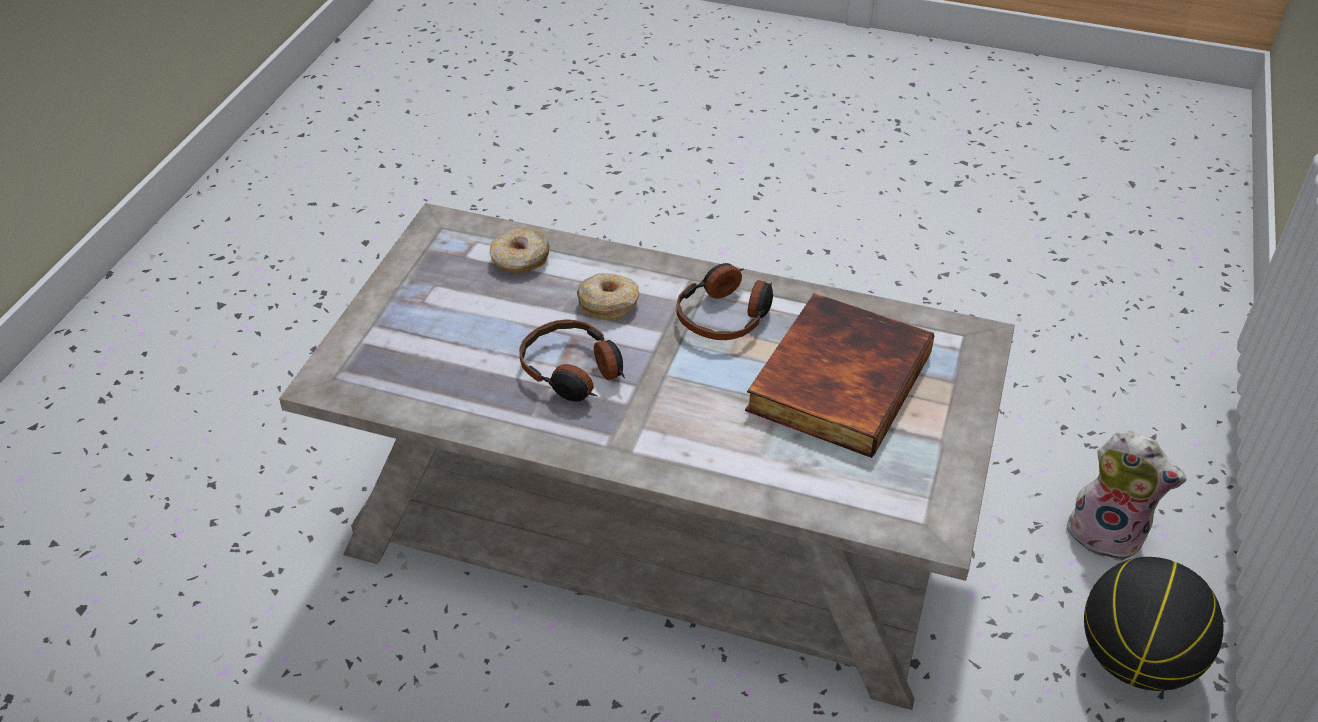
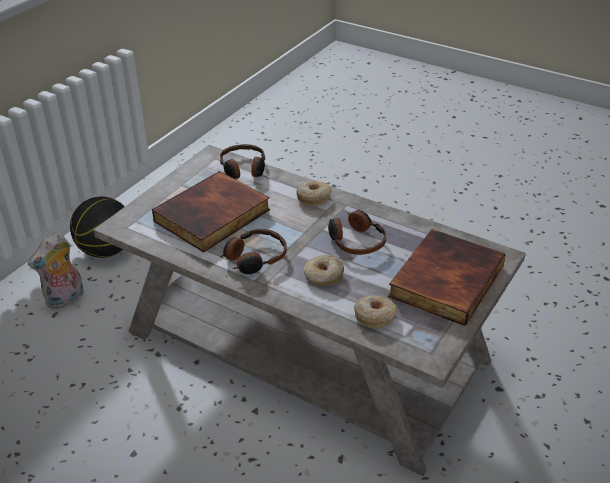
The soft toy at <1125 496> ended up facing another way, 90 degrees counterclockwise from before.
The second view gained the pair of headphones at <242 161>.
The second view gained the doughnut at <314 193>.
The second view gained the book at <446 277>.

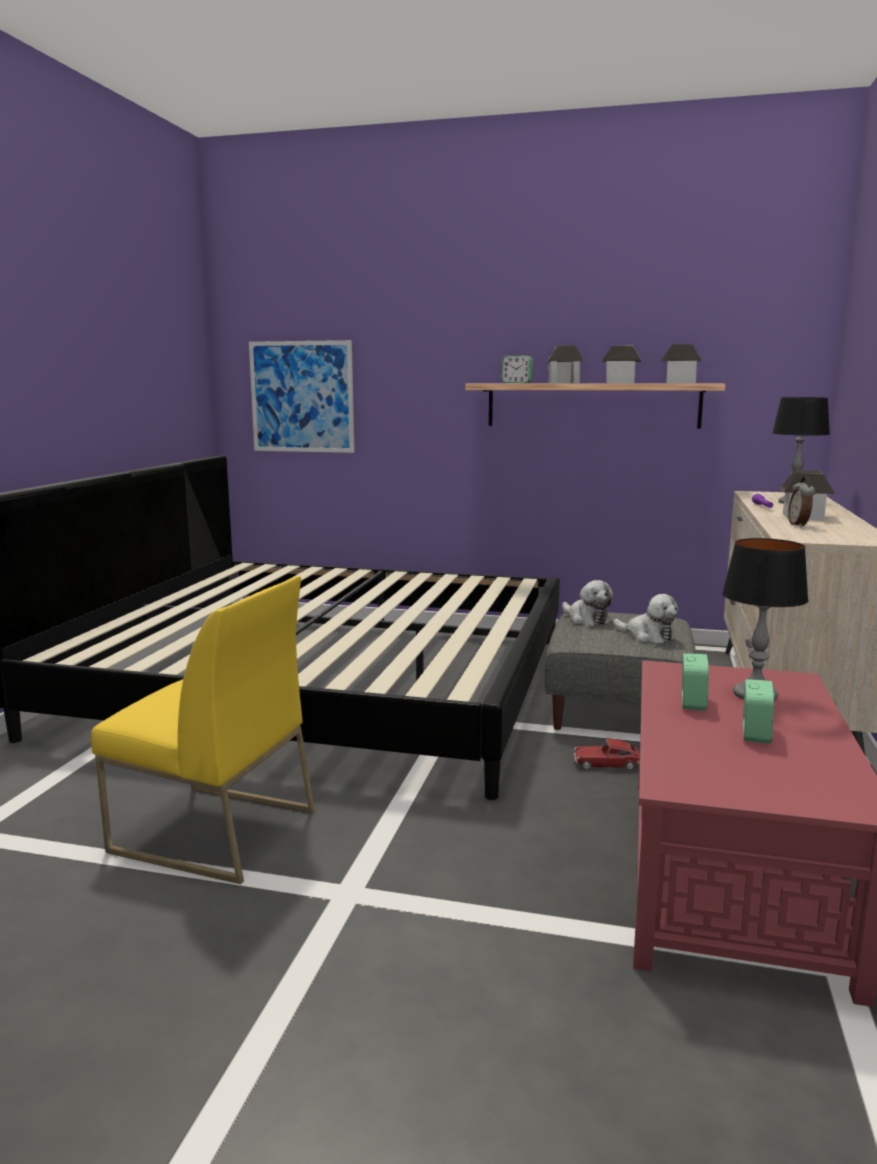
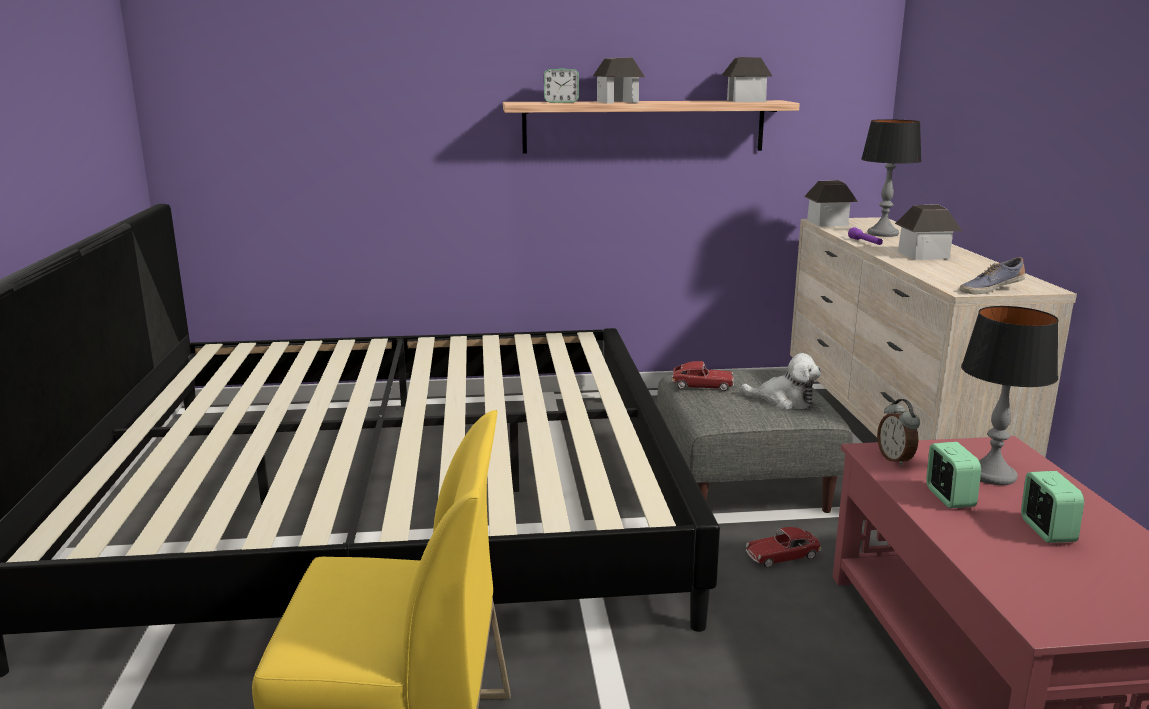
The second view lost the wall picture at <302 396>.
The miniature house ended up elsewhere, having gone from <622 364> to <831 203>.
The bedside clock ended up elsewhere, having gone from <801 502> to <898 432>.
Where the soft toy stood at <587 603>, the miniature car came to stand at <702 376>.
The second view gained the low shoe at <992 275>.

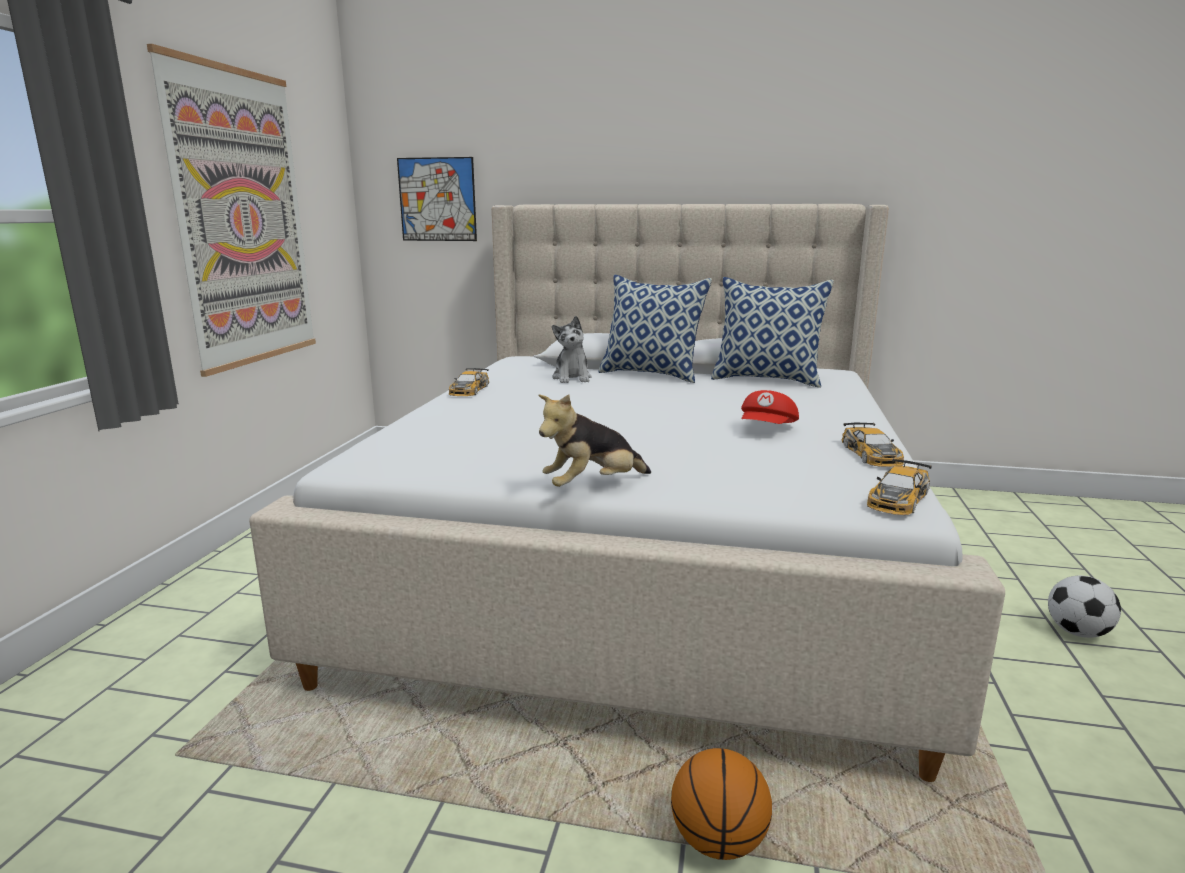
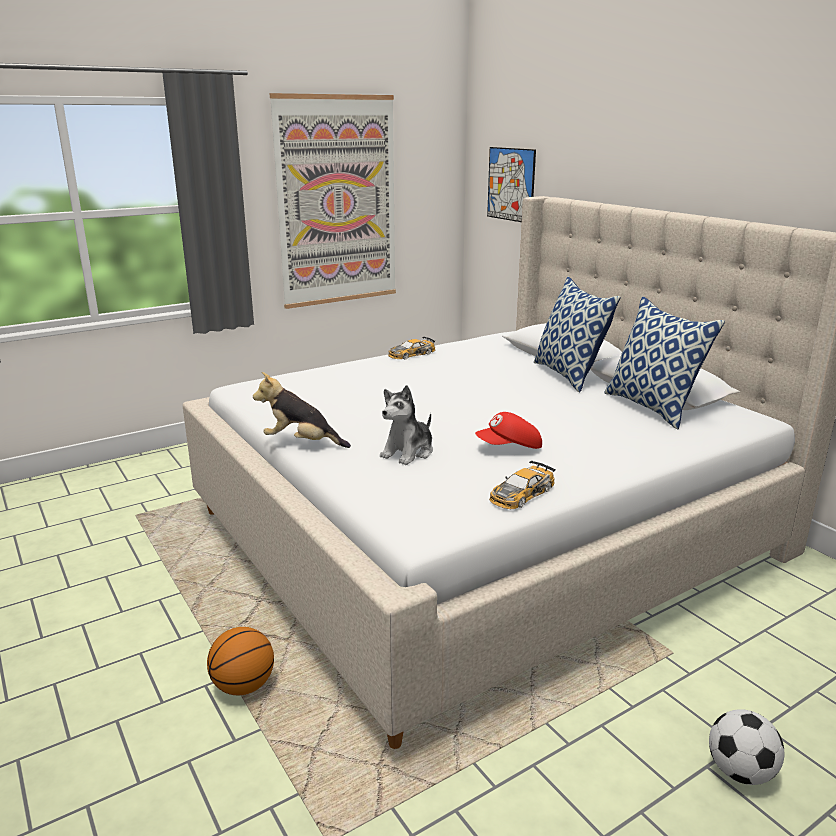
The soft toy ended up elsewhere, having gone from <572 349> to <406 425>.
The second view lost the miniature car at <899 487>.

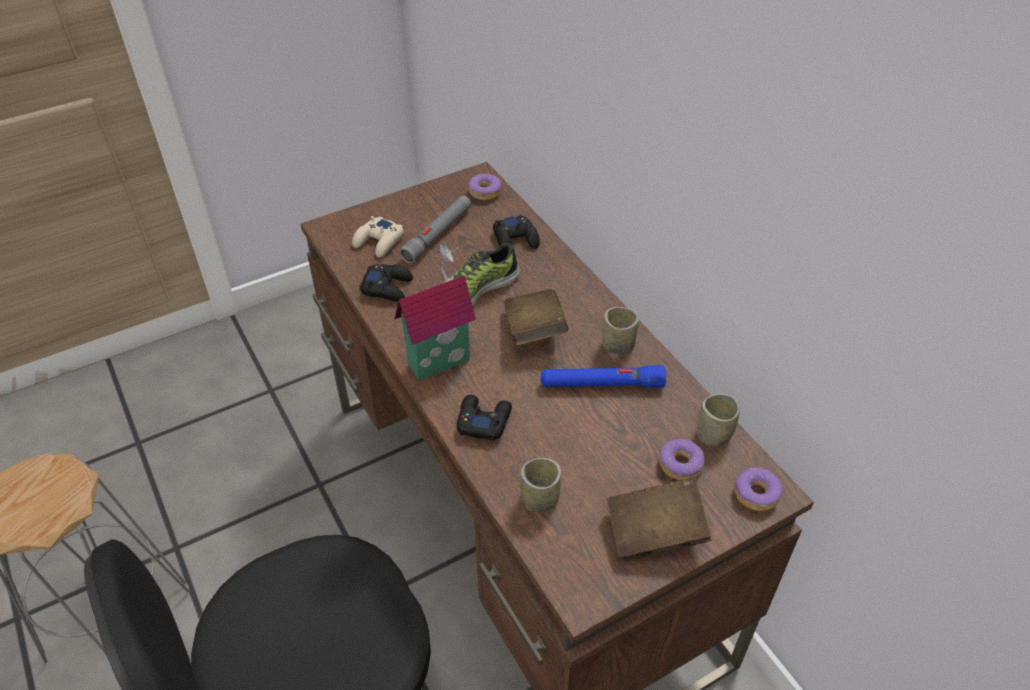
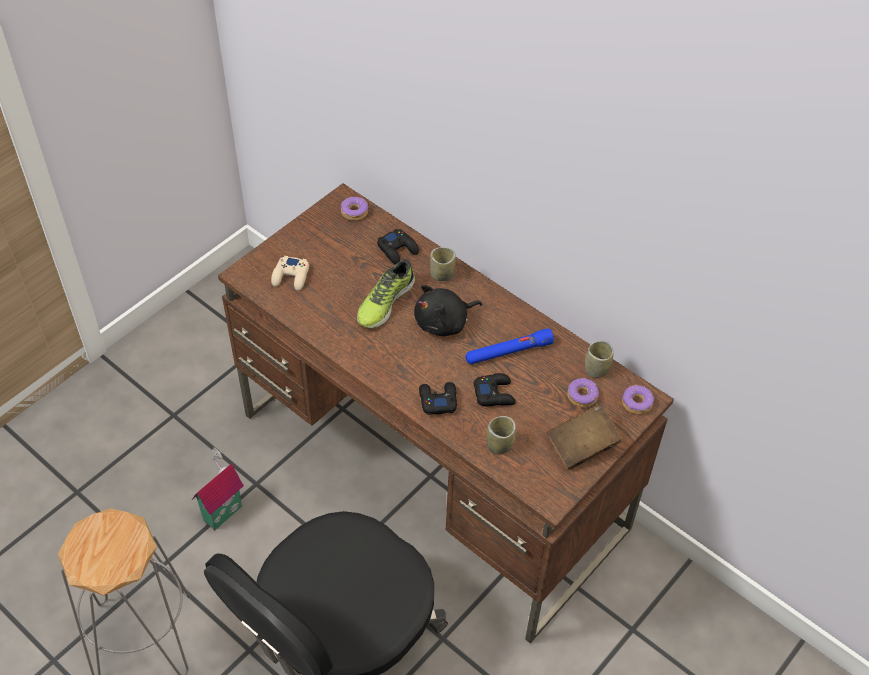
The second view lost the torch (greyish) at <435 230>.
The miniature house ended up elsewhere, having gone from <435 311> to <218 488>.
The gamepad (blackish) ended up elsewhere, having gone from <386 283> to <494 389>.
Where the book (brownish) stood at <536 317>, the soft toy (blackish) came to stand at <448 310>.
The cup ended up elsewhere, having gone from <620 331> to <443 264>.

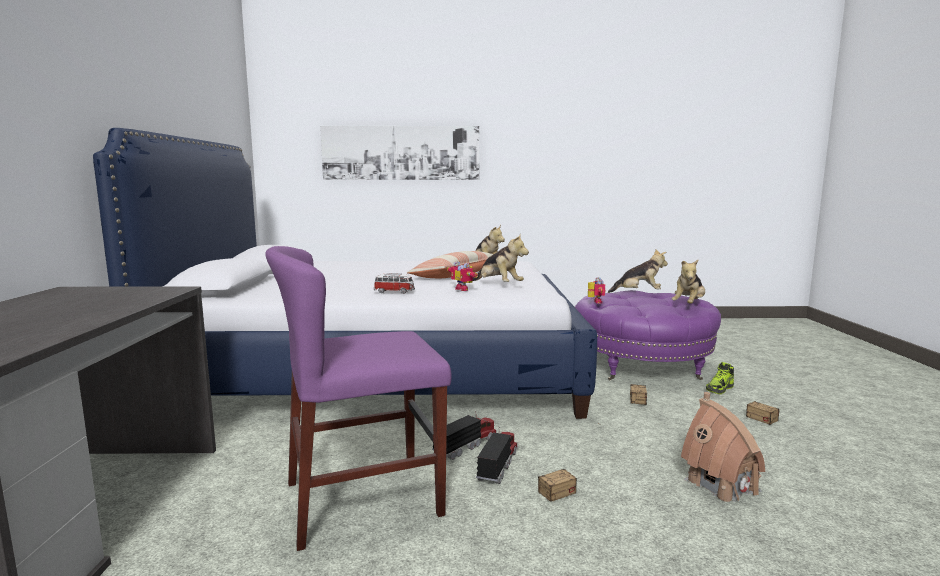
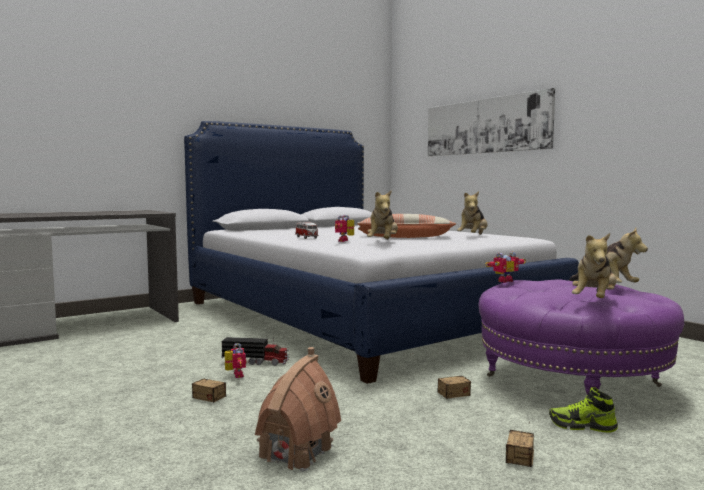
The second view lost the plain chair (purplish) at <358 398>.
The soft toy at <688 282> ended up facing another way, 60 degrees counterclockwise from before.
Where the model truck stood at <497 455>, the toy robot came to stand at <235 360>.

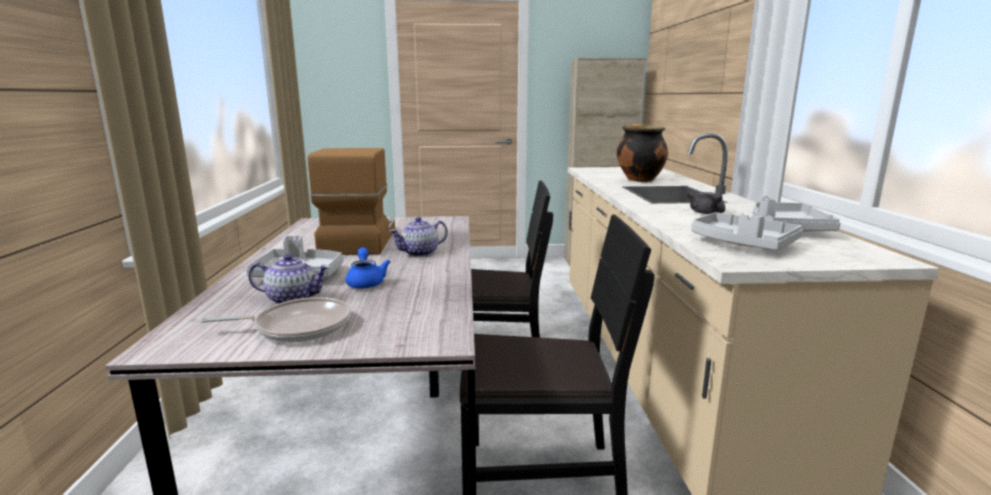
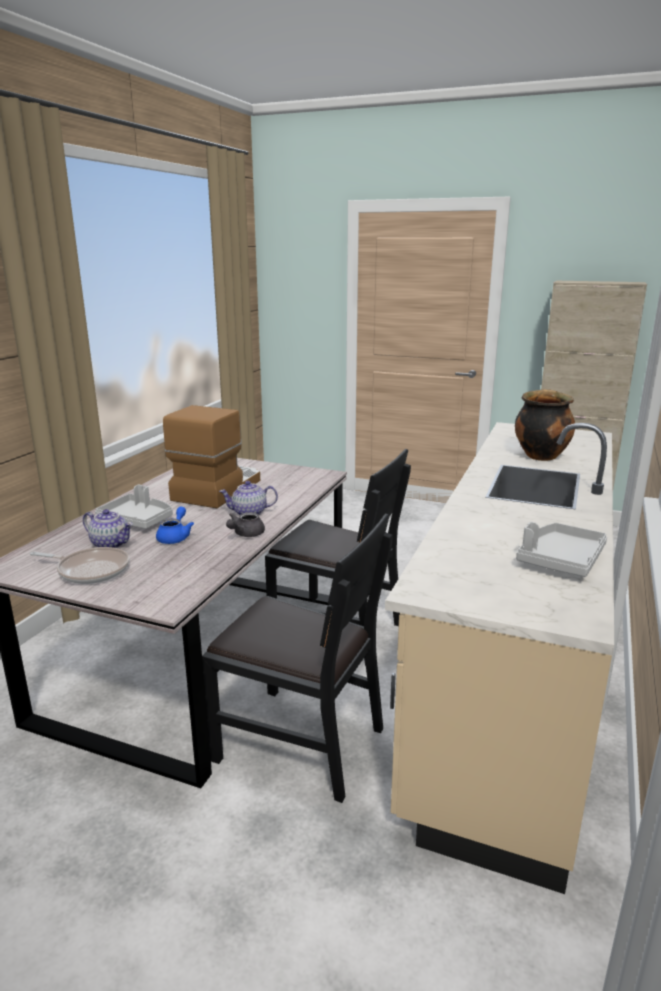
The pot for tea (greyish) ended up elsewhere, having gone from <706 203> to <245 524>.
The second view lost the carrying tray (greyish) at <747 231>.

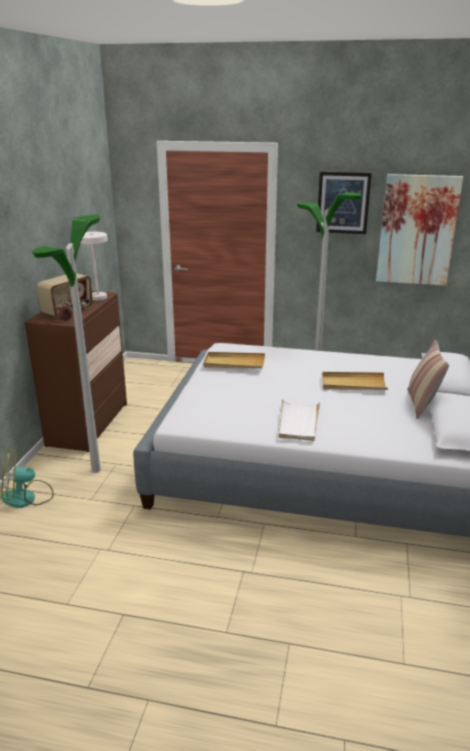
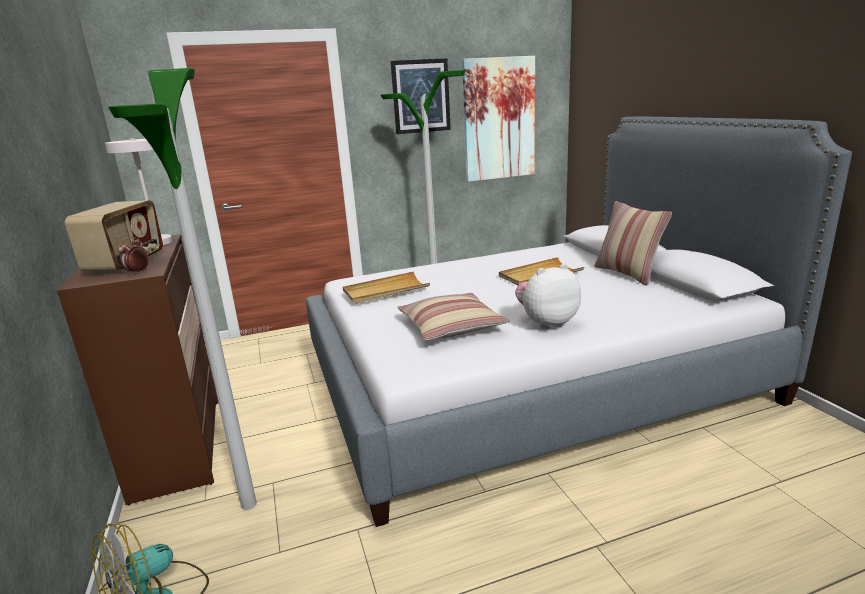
Where the carrying tray (white-coloured) stood at <299 420>, the soft toy came to stand at <548 297>.
The second view gained the pillow at <453 317>.

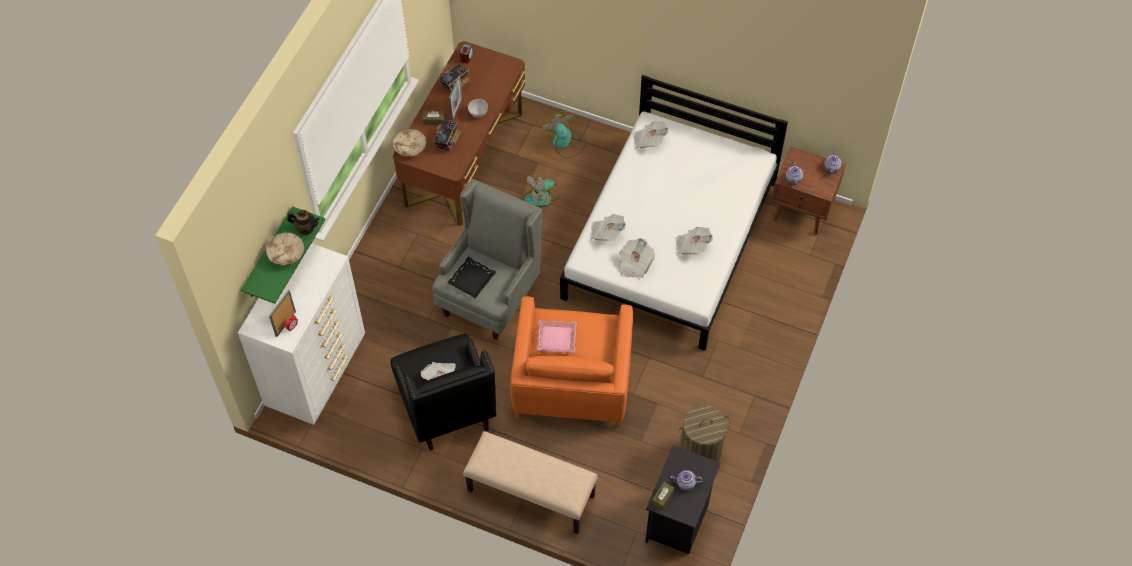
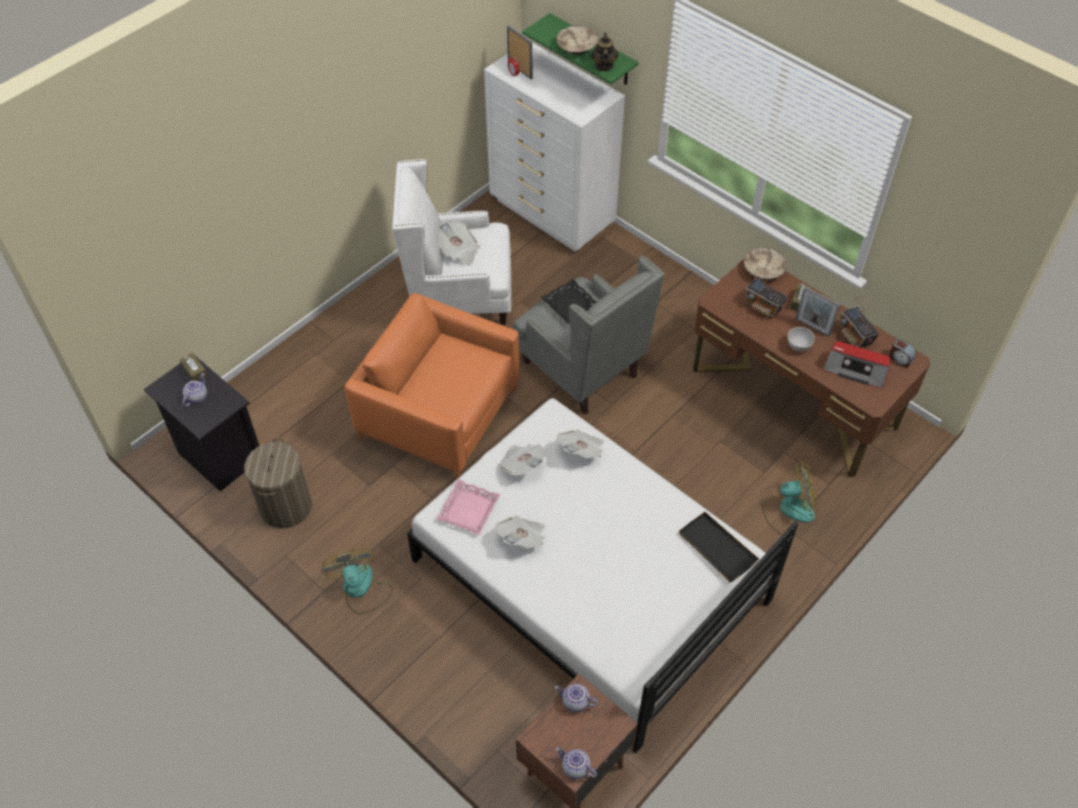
Where the daily paper stood at <651 135>, the carrying tray (blackish) came to stand at <719 547>.
The electric fan ended up elsewhere, having gone from <542 189> to <357 581>.
The pot for tea at <303 222> ended up facing another way, 150 degrees clockwise from before.
The carrying tray (pink) ended up elsewhere, having gone from <556 336> to <468 507>.
What was the armchair (blackish) at <443 392> turned into the armchair (white-coloured) at <451 242>.
The second view lost the indoor bench (sand-coloured) at <530 482>.
The second view gained the radio at <856 364>.

